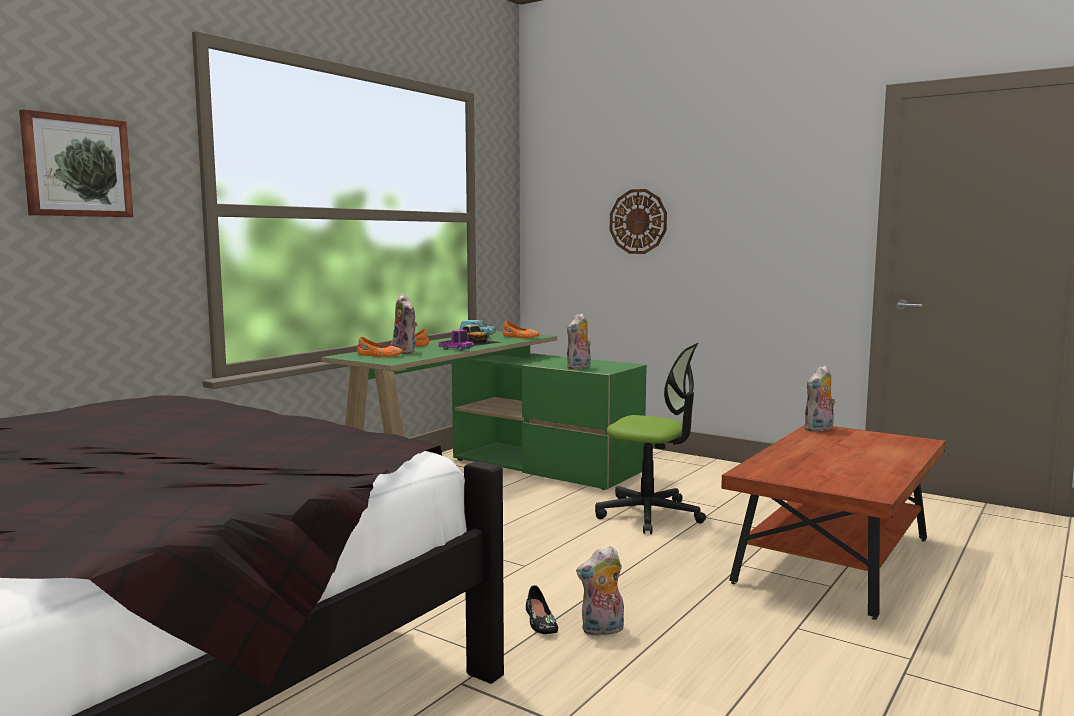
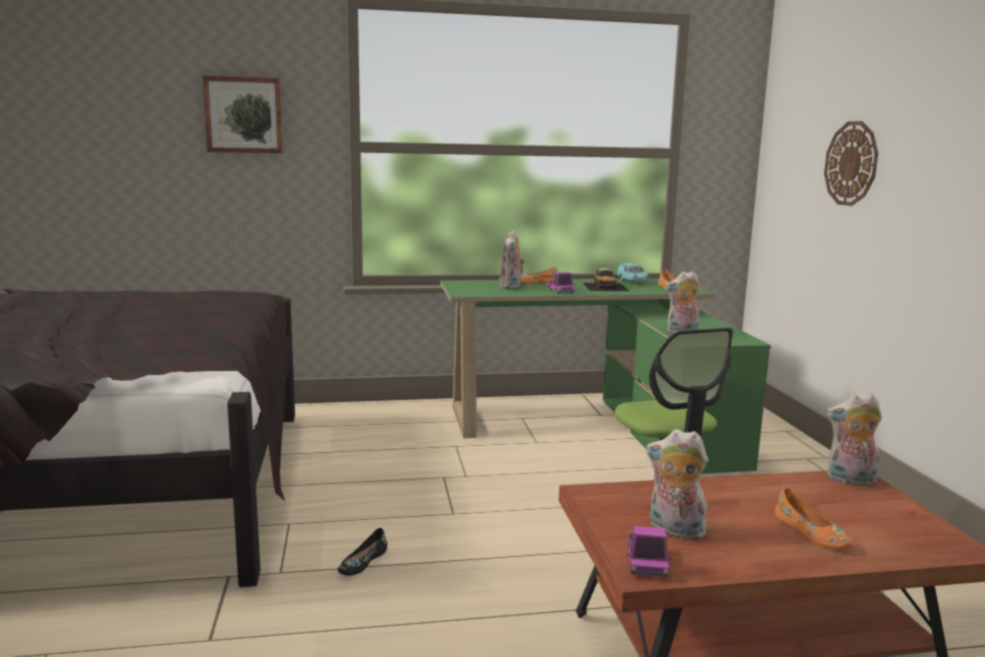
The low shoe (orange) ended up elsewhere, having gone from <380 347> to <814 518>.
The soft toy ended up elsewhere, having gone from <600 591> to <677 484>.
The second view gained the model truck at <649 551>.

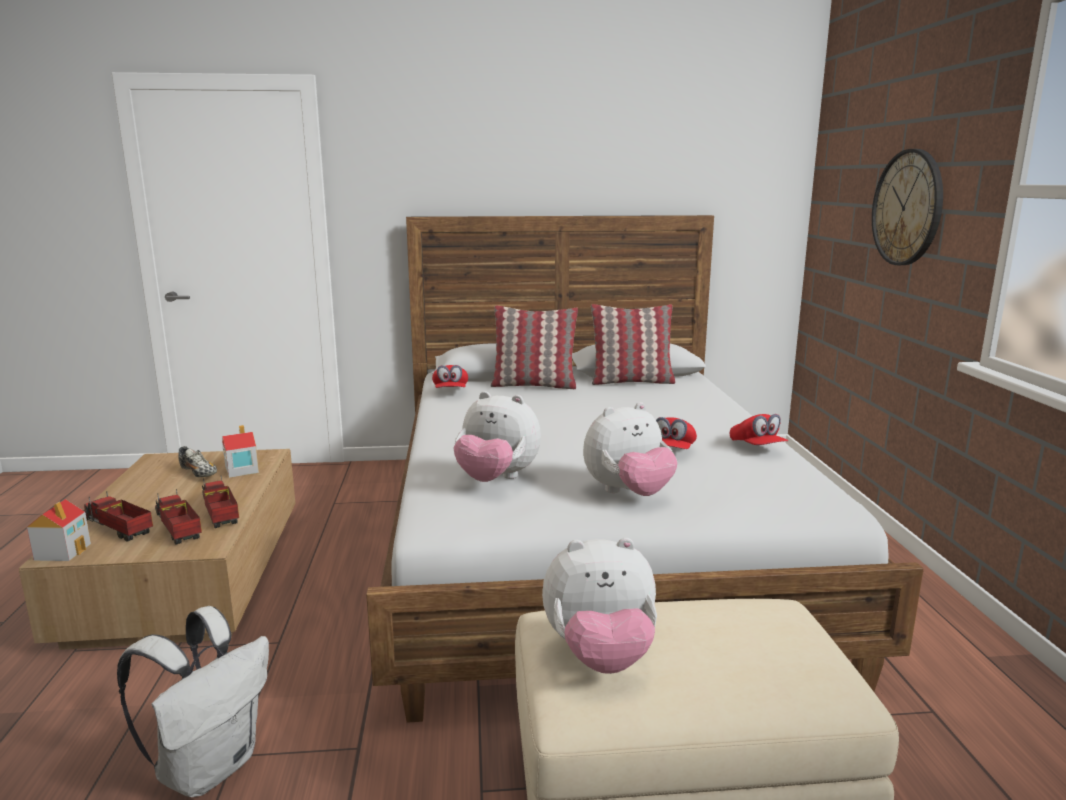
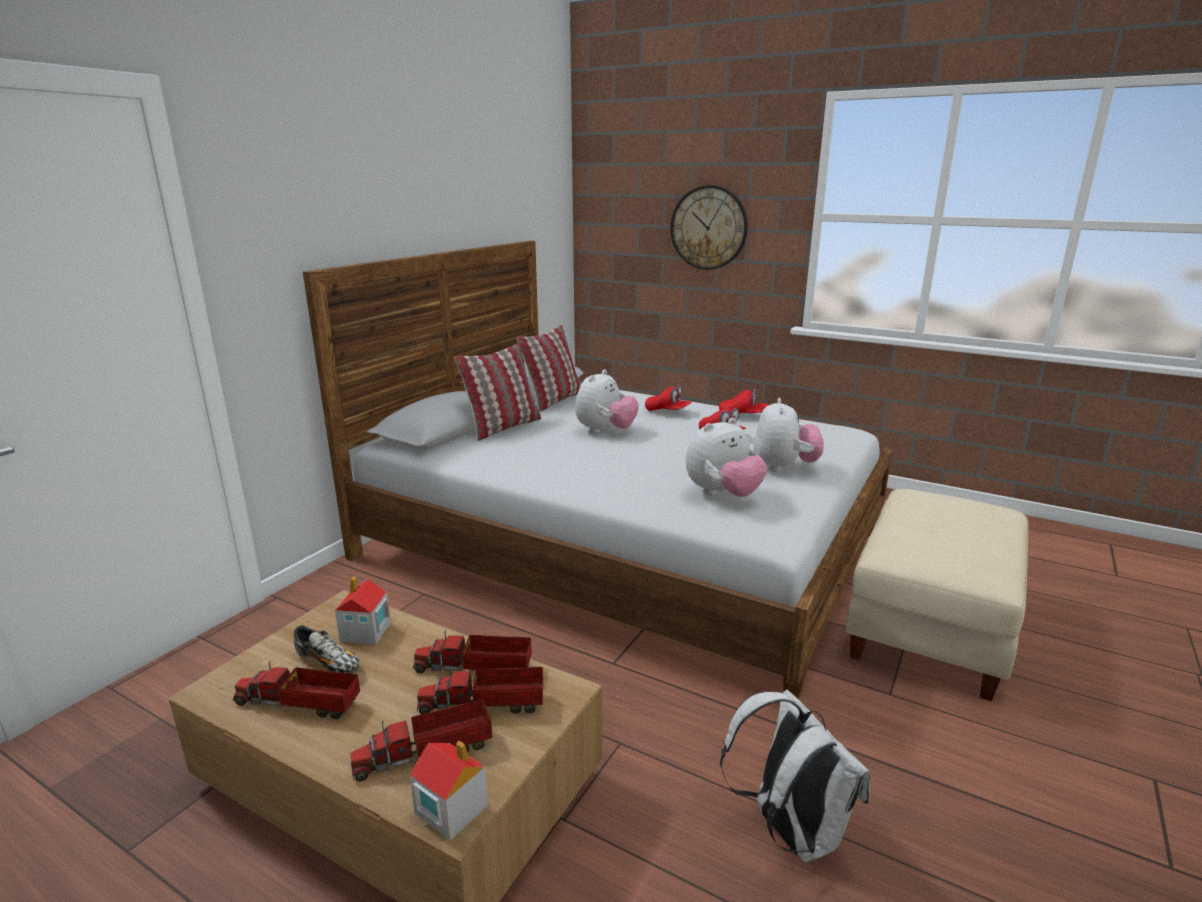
The cap (red-coloured) ended up elsewhere, having gone from <450 376> to <668 398>.
The low shoe at <197 461> ended up facing another way, 45 degrees clockwise from before.
The soft toy ended up elsewhere, having gone from <599 606> to <607 401>.
The second view gained the model truck at <296 690>.

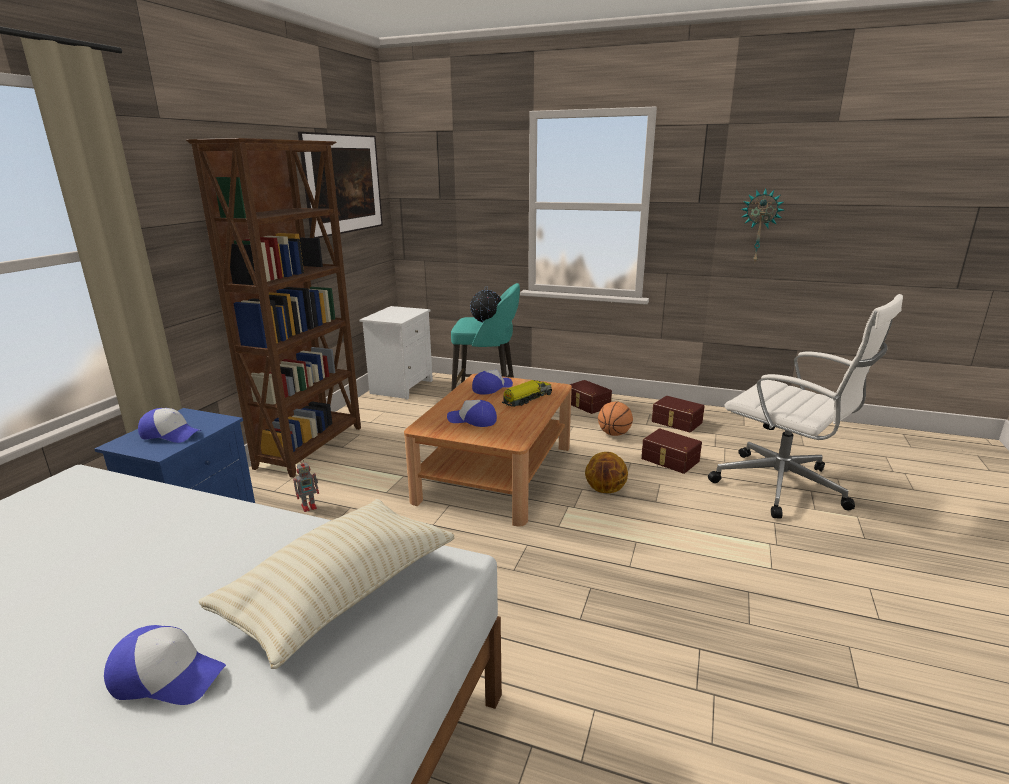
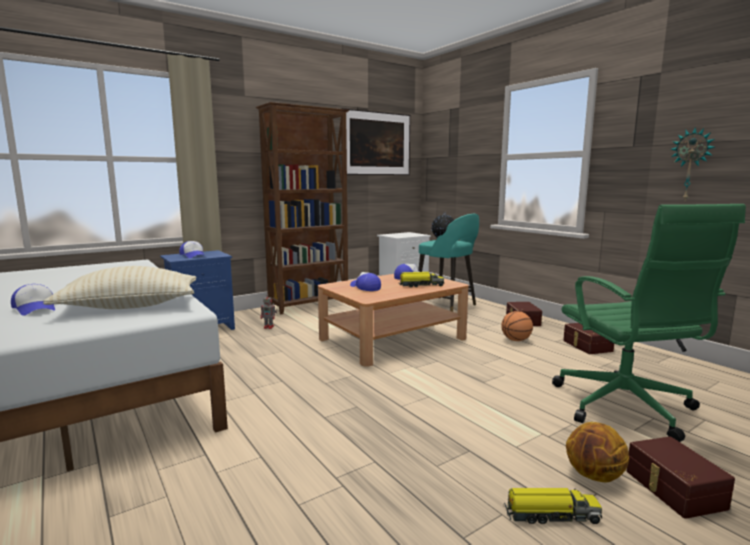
What was the computer chair (white-coloured) at <805 406> turned into the computer chair (greenish) at <649 323>.
The storage box (brownish) ended up elsewhere, having gone from <671 451> to <680 478>.
The basketball ball ended up elsewhere, having gone from <606 472> to <597 452>.
The second view gained the model truck at <553 506>.

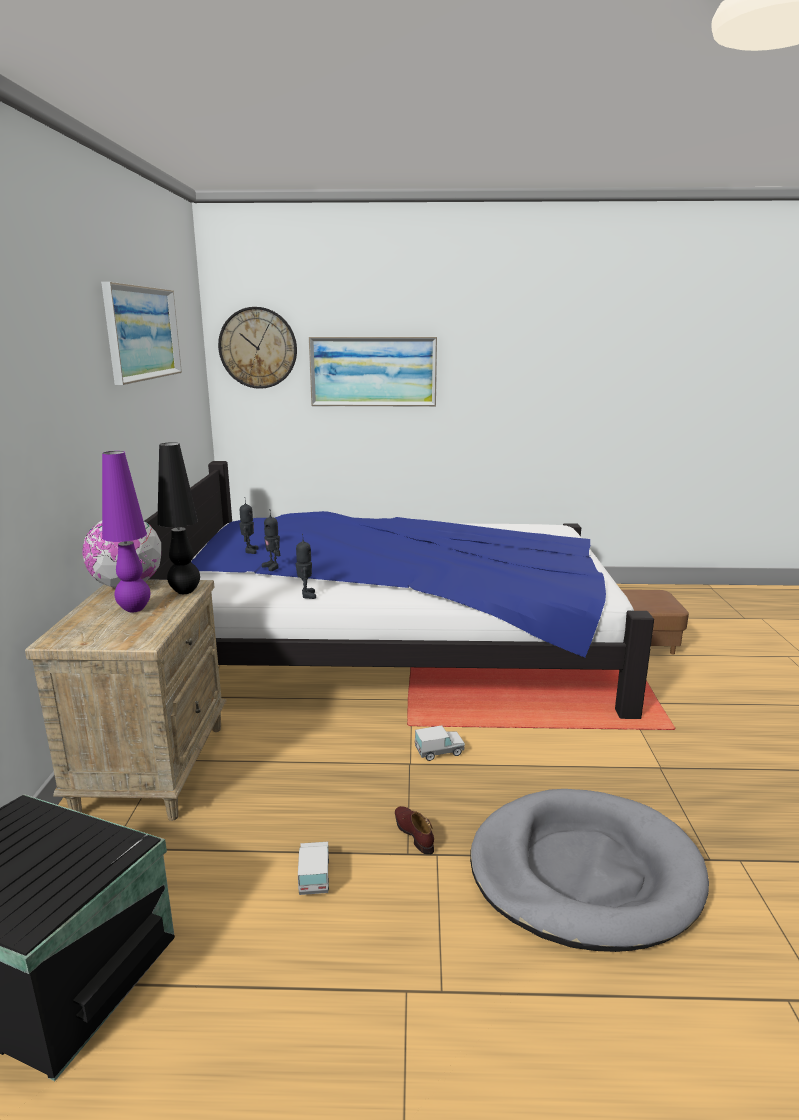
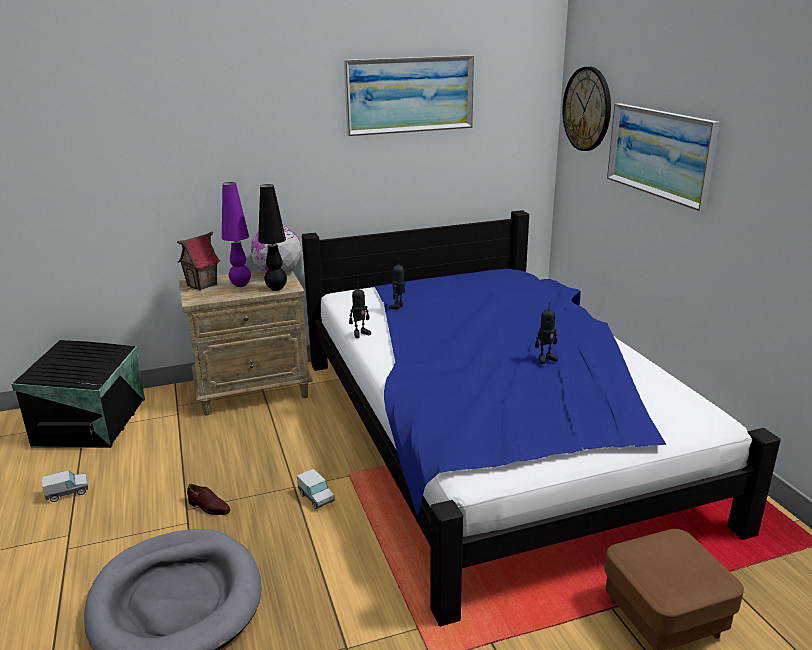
The toy robot ended up elsewhere, having gone from <249 528> to <546 333>.
The low shoe (brownish) at <414 830> ended up facing another way, 75 degrees clockwise from before.
The model truck ended up elsewhere, having gone from <313 868> to <65 486>.
The second view gained the miniature house at <198 261>.

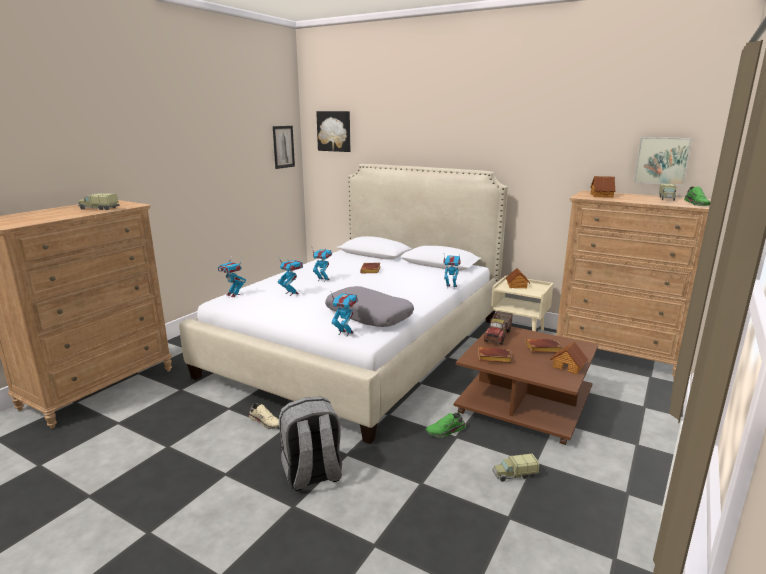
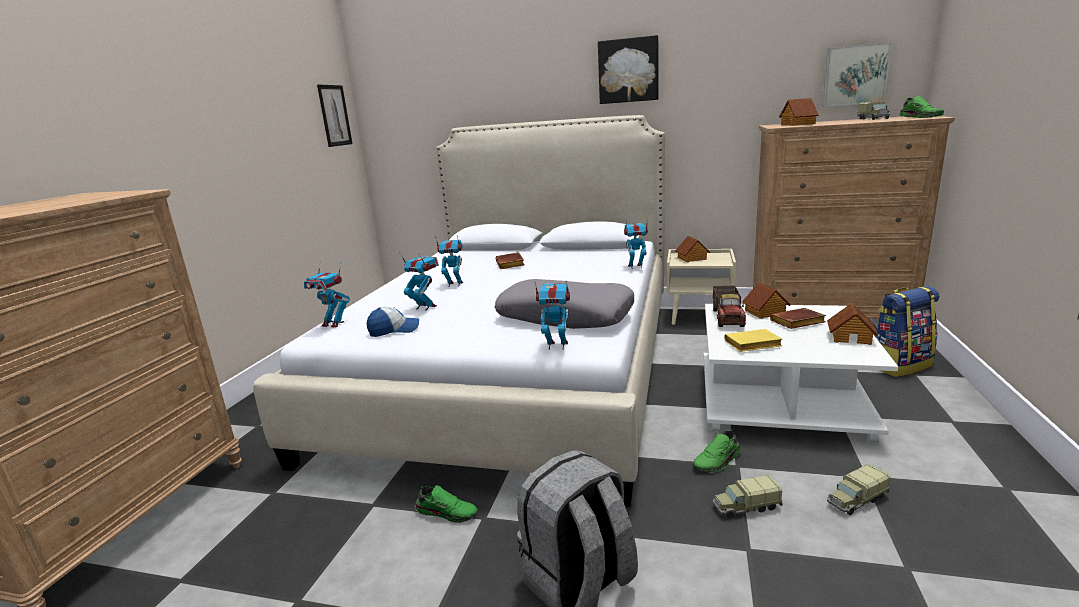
The wall picture ended up elsewhere, having gone from <333 131> to <628 69>.
The model truck ended up elsewhere, having gone from <99 201> to <748 497>.
What was the lounge table (brownish) at <526 385> turned into the lounge table (white-coloured) at <801 373>.
What was the book (brownish) at <495 355> turned into the book (yellowish) at <753 340>.
What was the low shoe (sand-coloured) at <264 416> turned into the low shoe (greenish) at <446 504>.
The second view gained the miniature house at <766 300>.
The second view gained the knapsack at <907 331>.
The second view gained the cap at <393 322>.

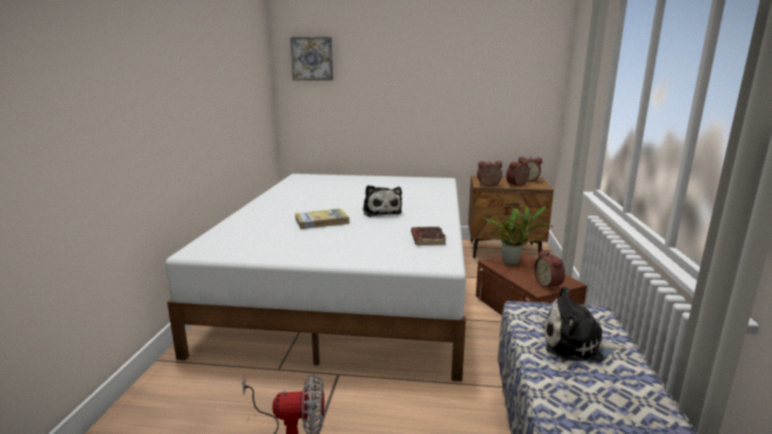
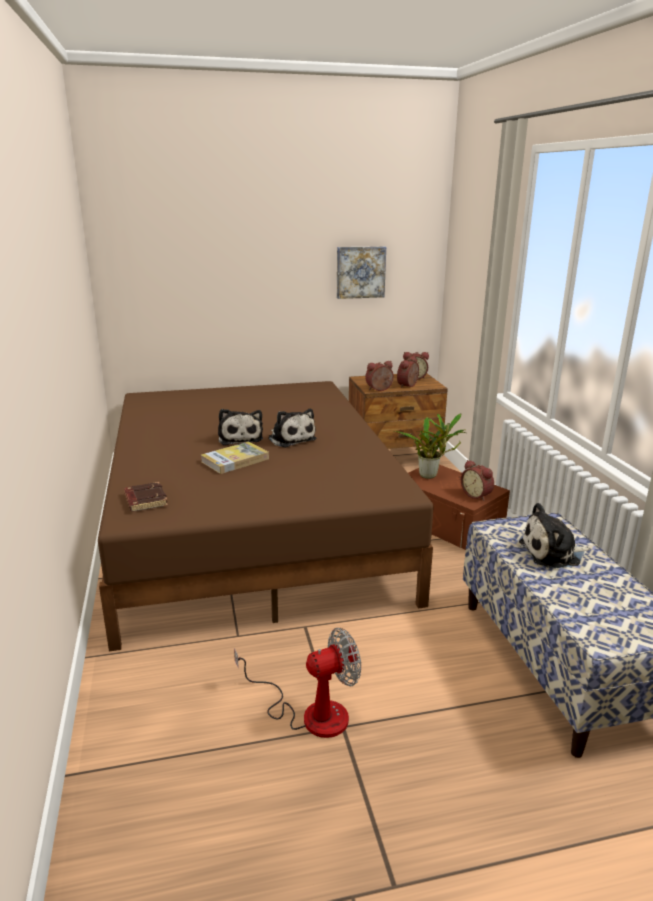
The wall picture ended up elsewhere, having gone from <311 59> to <361 272>.
What was the bed (white-coloured) at <315 278> turned into the bed (brownish) at <266 516>.
The book (brownish) ended up elsewhere, having gone from <428 236> to <146 497>.
The second view gained the soft toy at <240 427>.

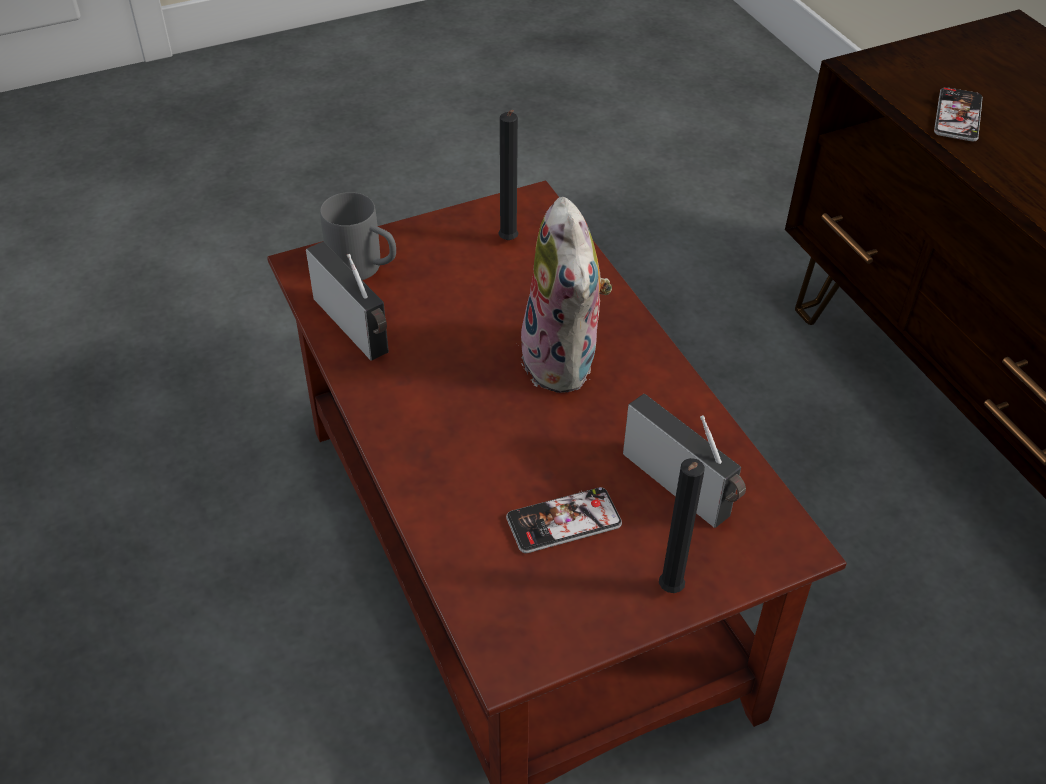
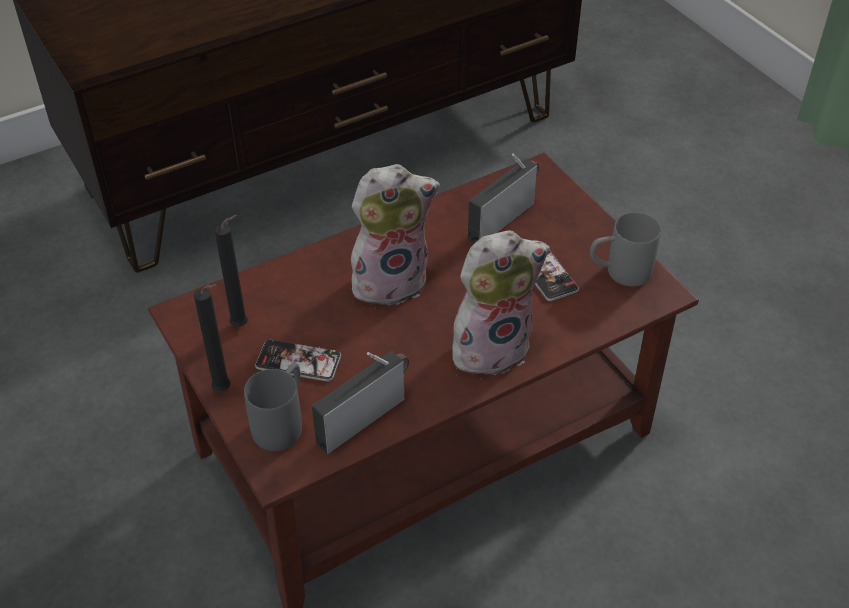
The phone ended up elsewhere, having gone from <958 114> to <298 361>.
The wax light (blackish) ended up elsewhere, having gone from <682 525> to <212 338>.
The second view gained the tea mug (greyish) at <625 249>.
The second view gained the soft toy at <501 302>.

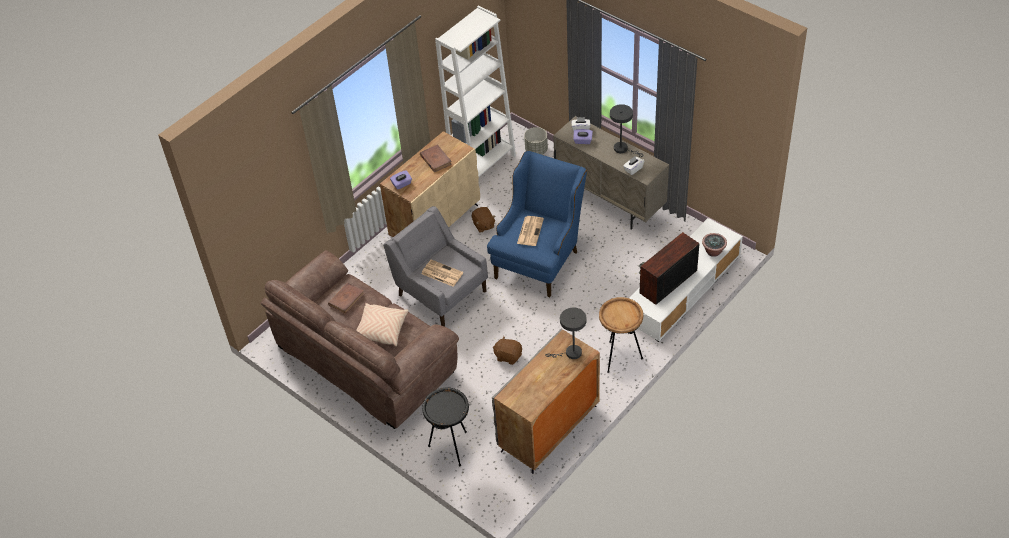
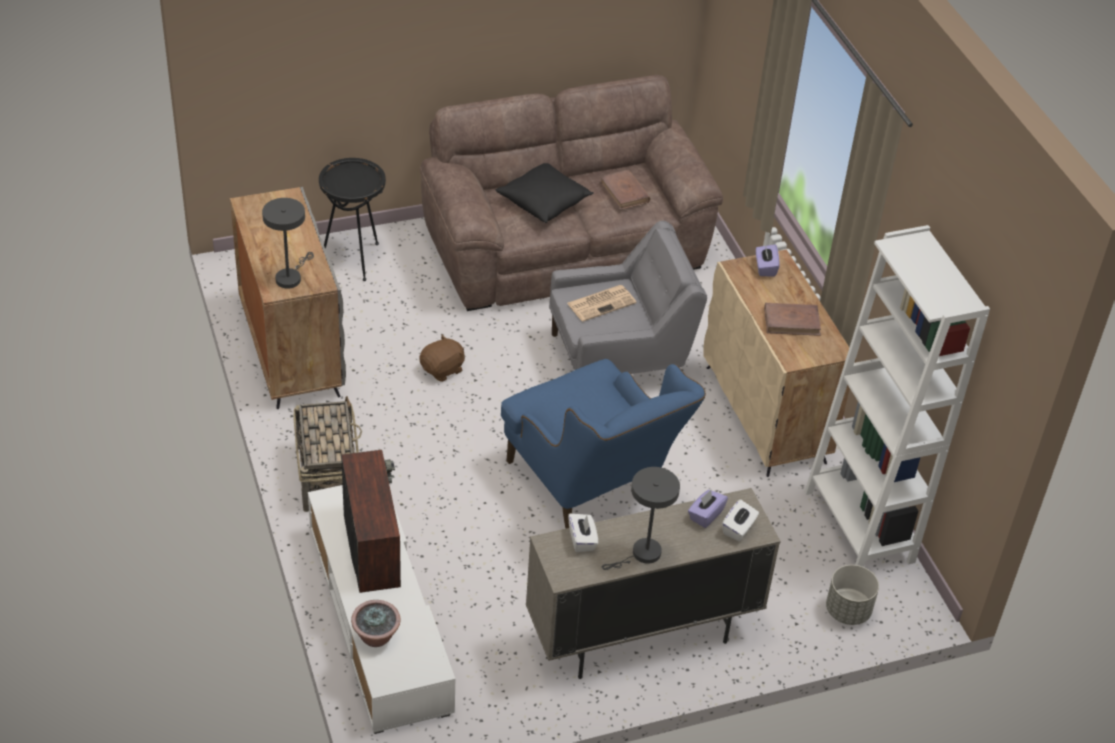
The second view lost the soft toy (brownish) at <484 220>.
The second view lost the daily paper at <530 231>.
Where the accent table (brownish) stood at <621 335>, the household basket came to stand at <327 454>.
What was the pillow (sand-coloured) at <382 324> turned into the pillow (blackish) at <545 193>.

